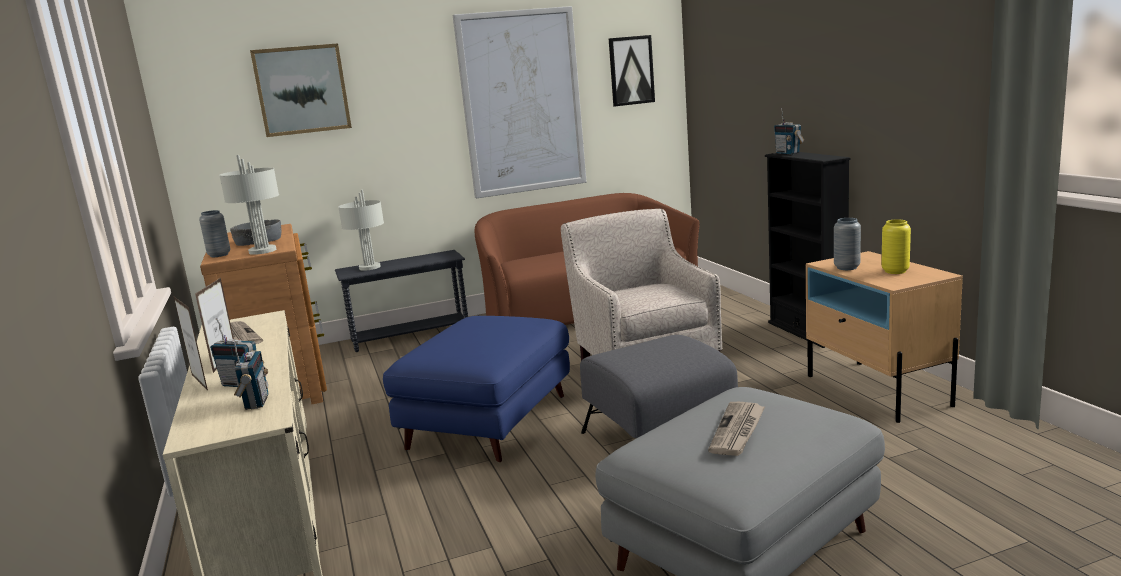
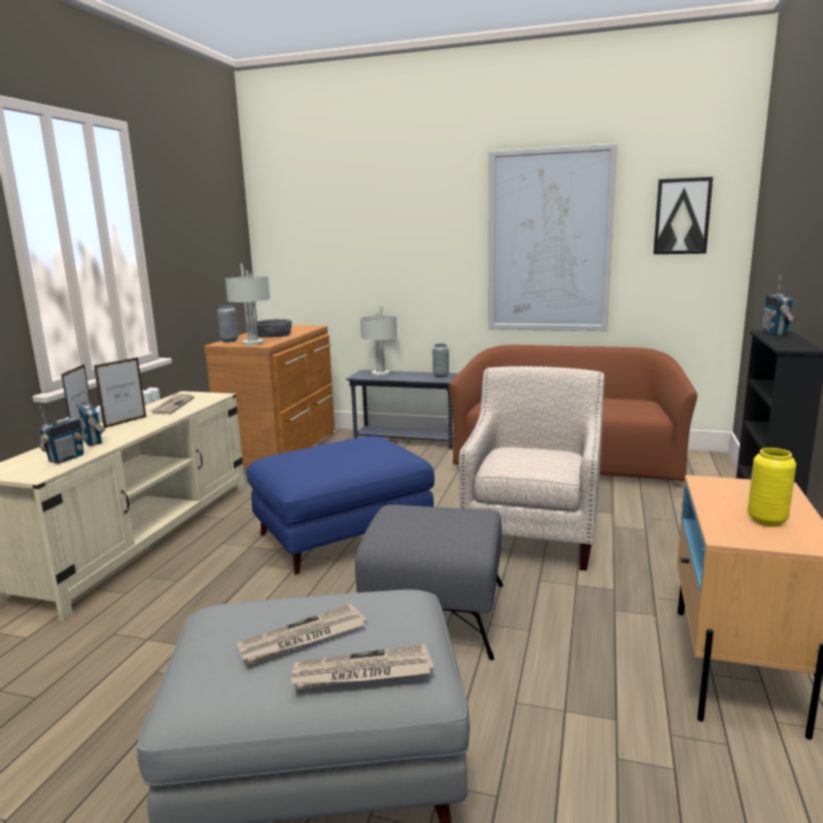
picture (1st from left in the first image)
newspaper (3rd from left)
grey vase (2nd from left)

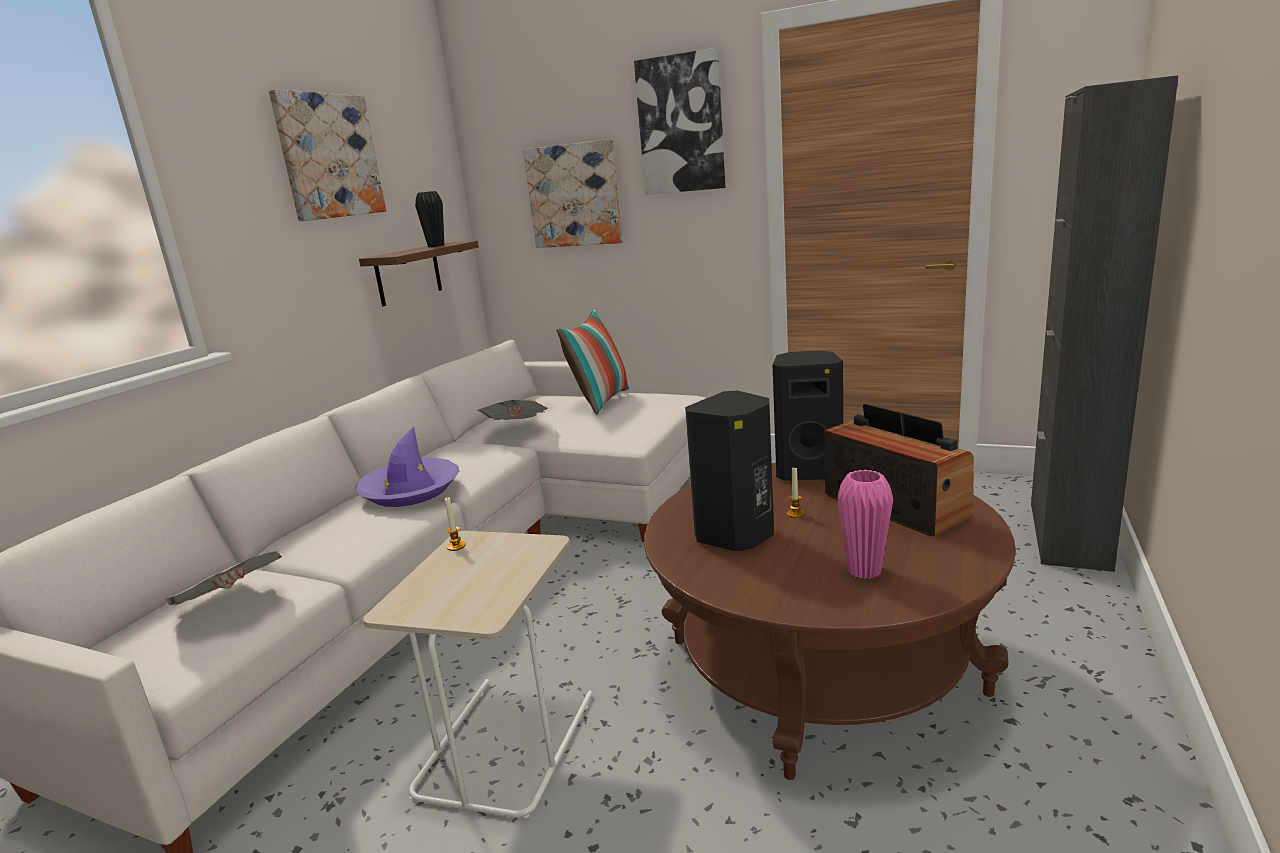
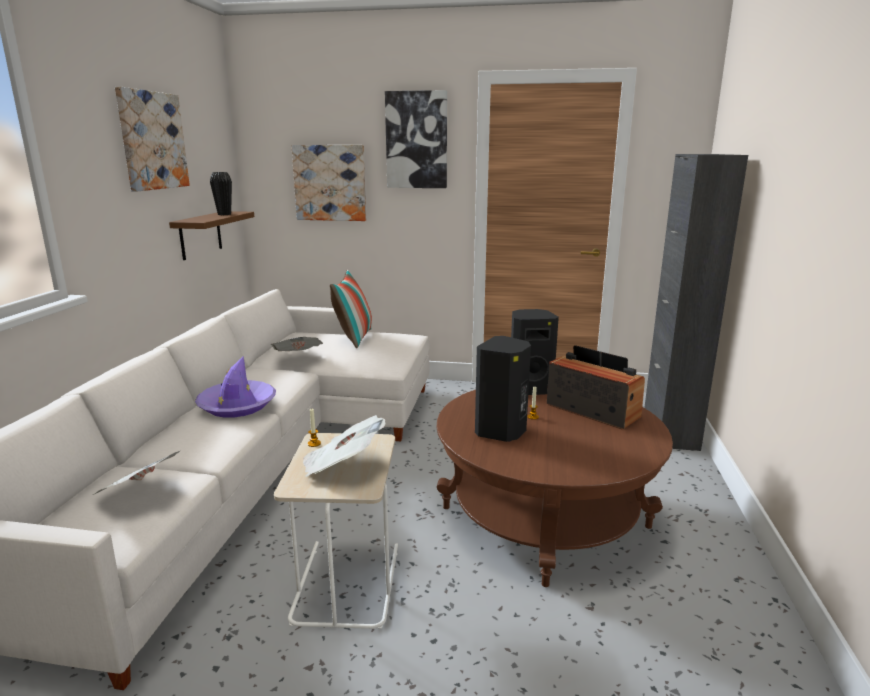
pink vase
newspaper (3rd from left)

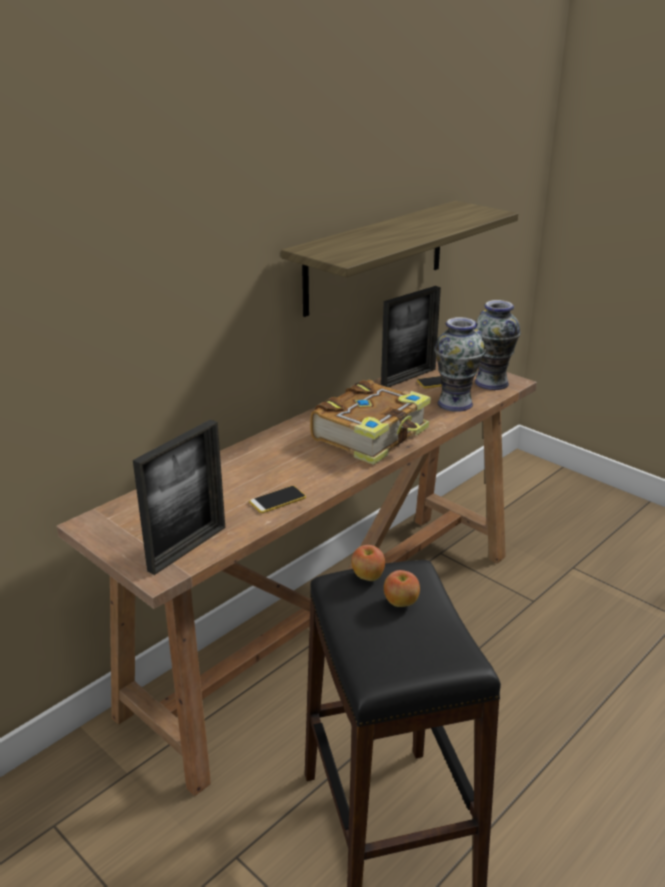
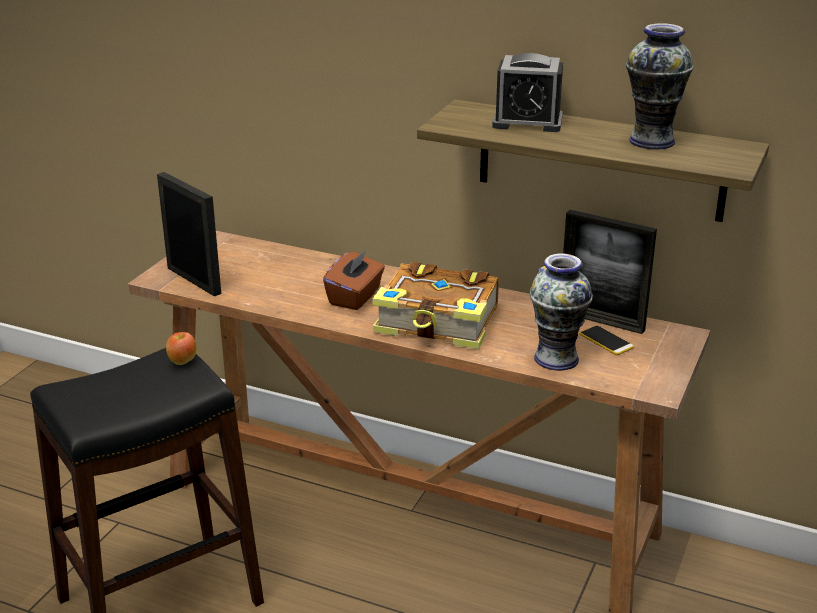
phone (1st from left in the first image)
apple (2nd from left in the first image)
brown tissue box
alarm clock
vase (2nd from left)
picture frame (1st from left)

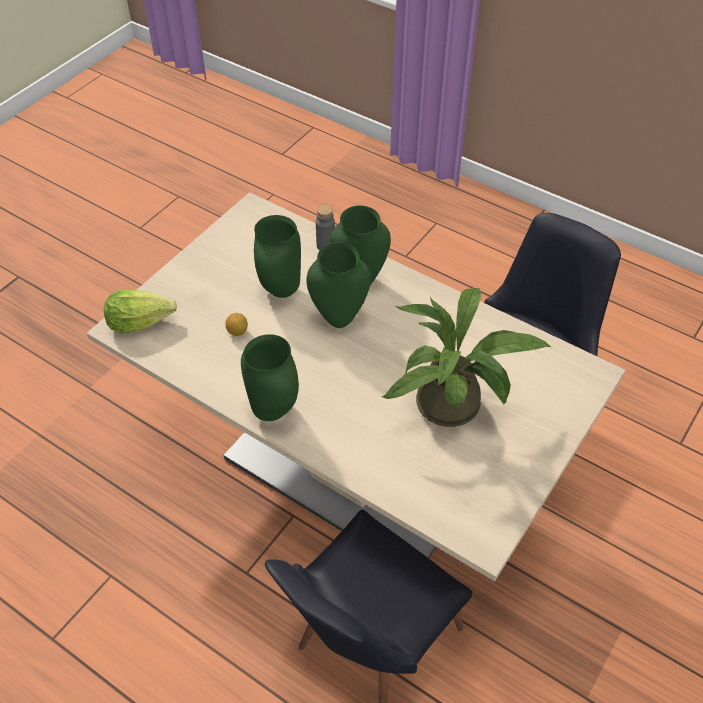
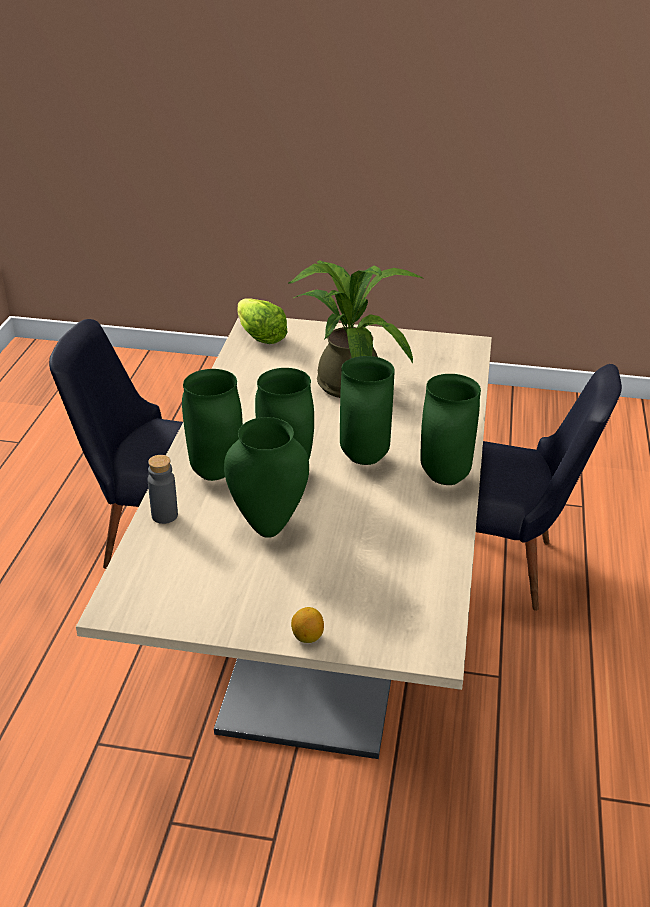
green vase (4th from left)
lettuce
lemon

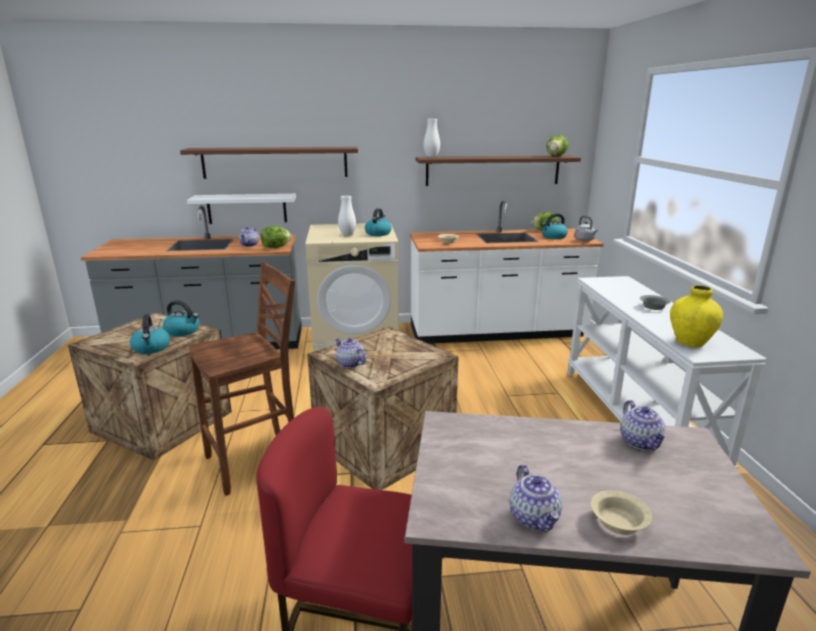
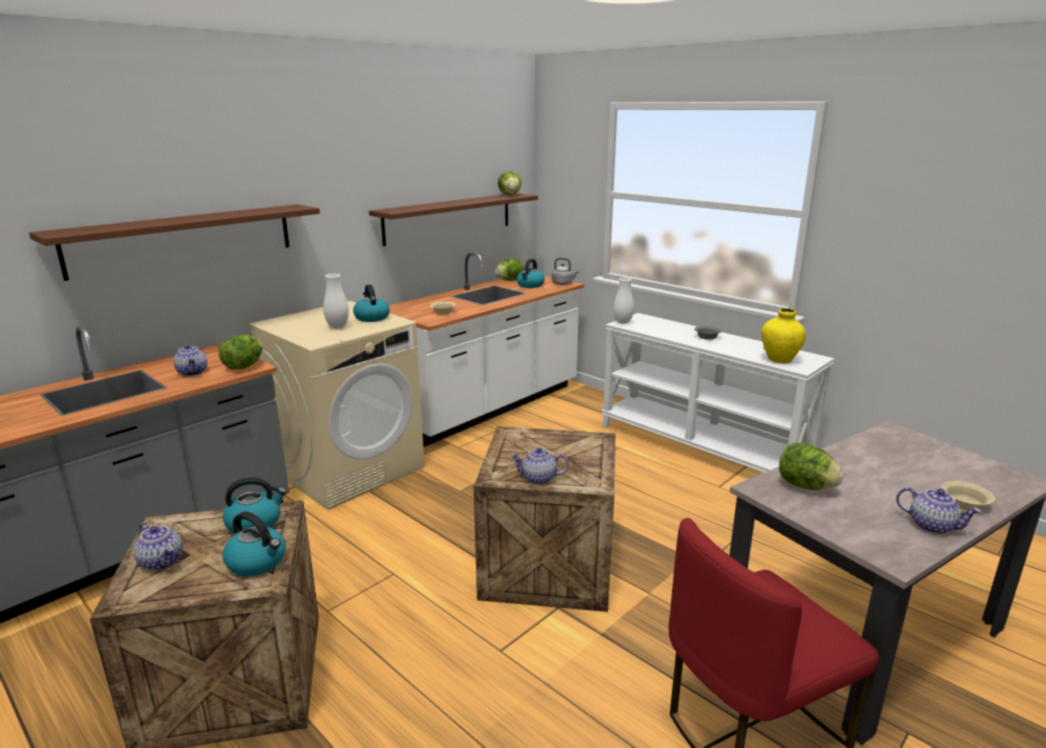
white shelf
brown stool
lettuce (4th from left)
white vase (2nd from left)
teapot (1st from left)

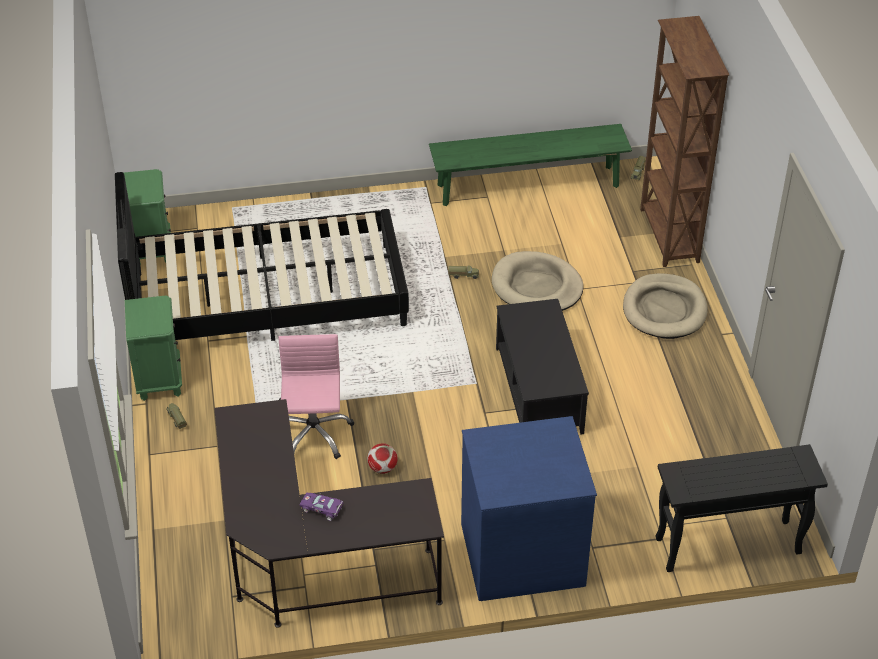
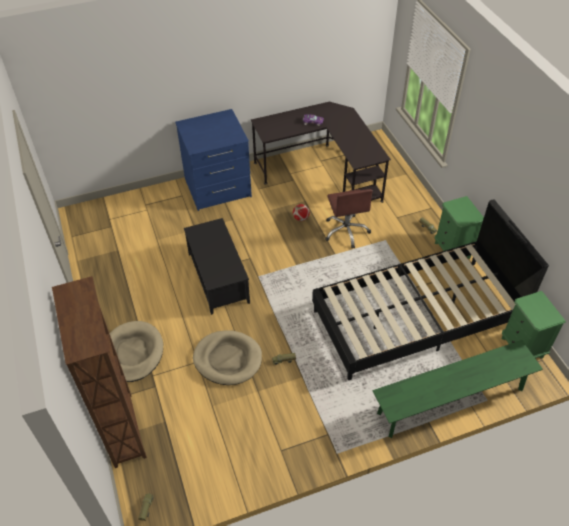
black console table
green bench
brown office chair

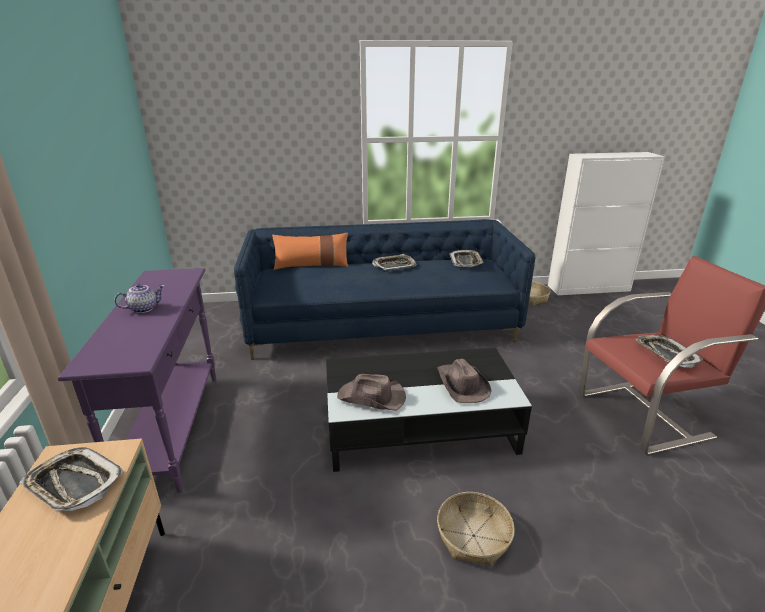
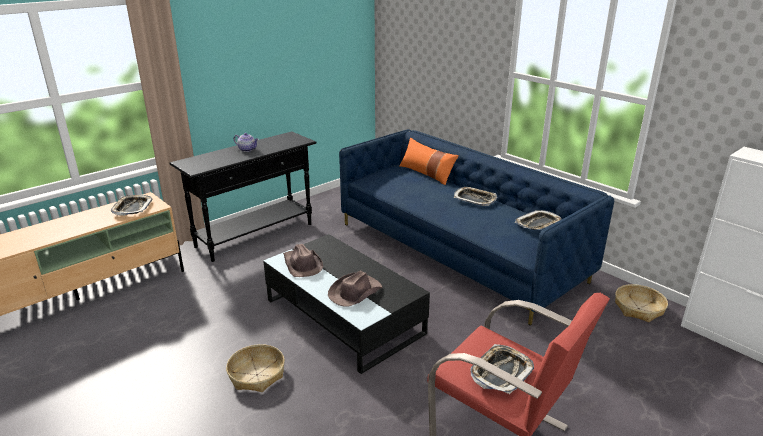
black console table

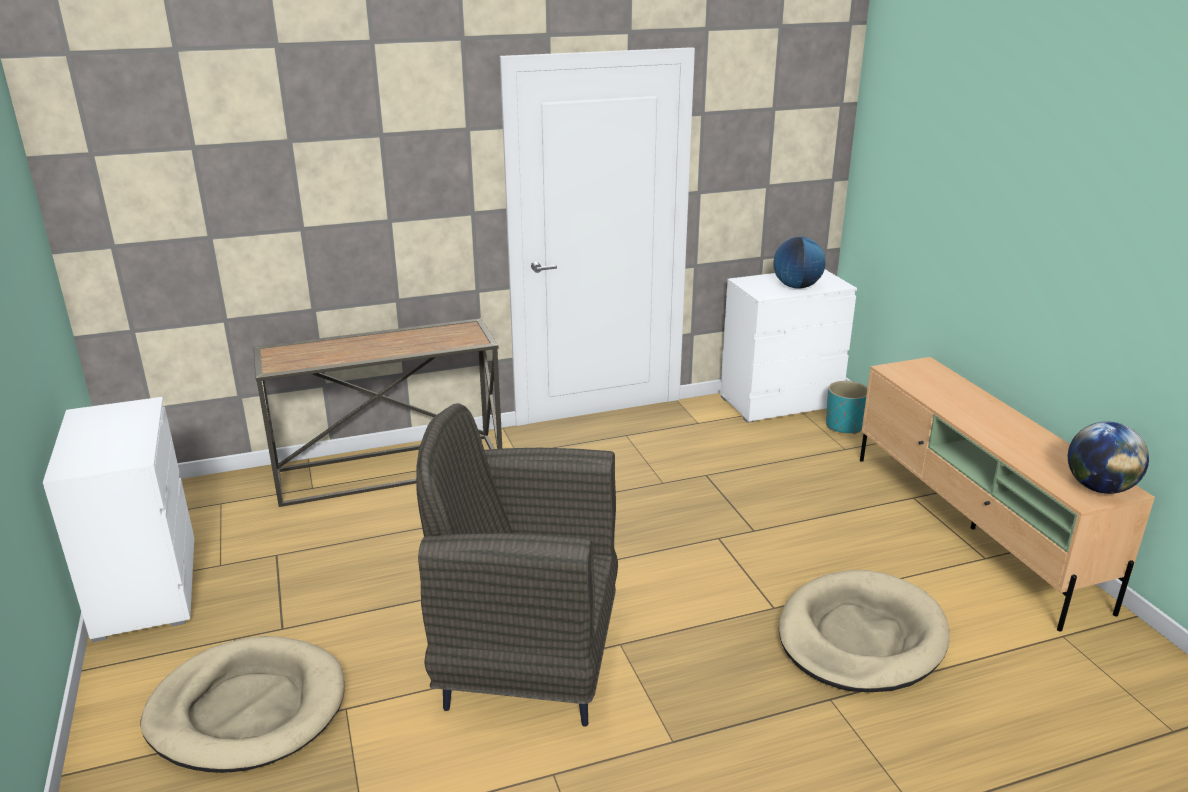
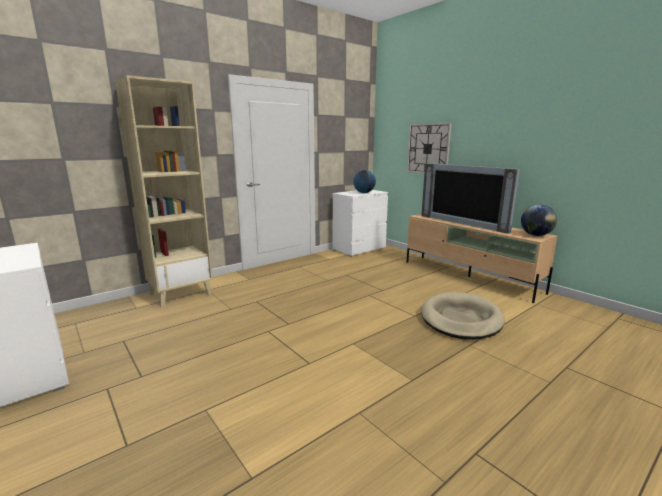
beige dog bed (1st from left in the first image)
grey armchair
turquoise planter
wall clock
television
beige bookcase

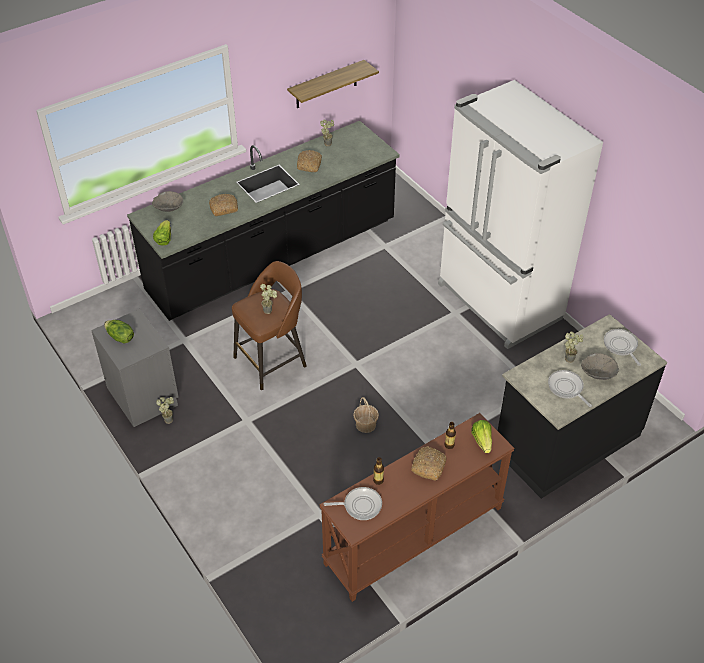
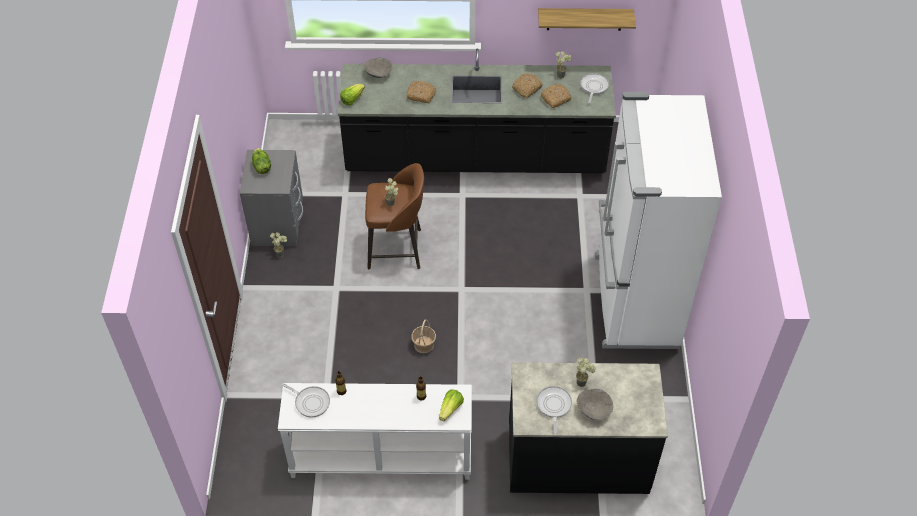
bread (3rd from left)
frying pan (3rd from left)
white console table

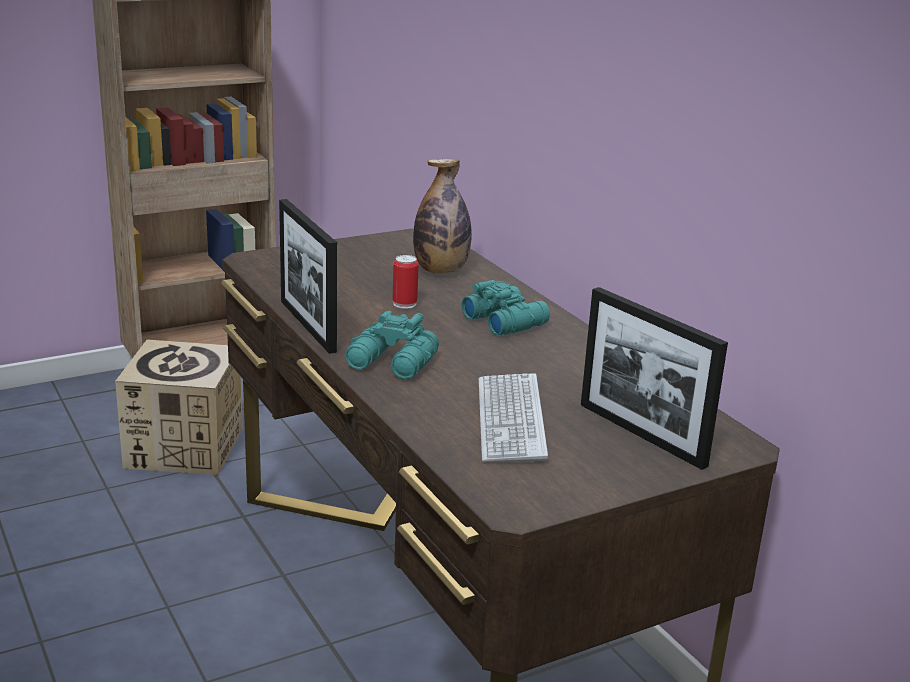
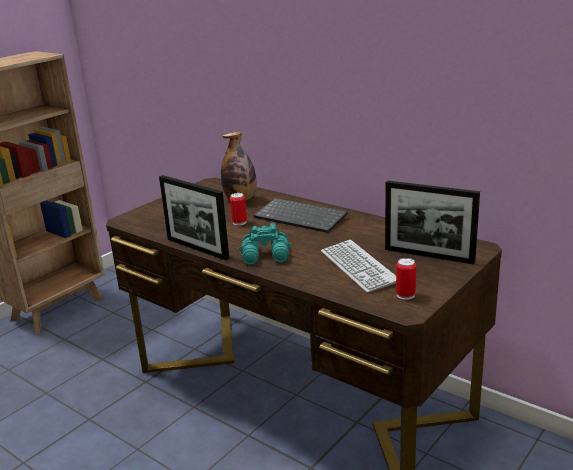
cardboard box
can (2nd from left)
keyboard (1st from left)

